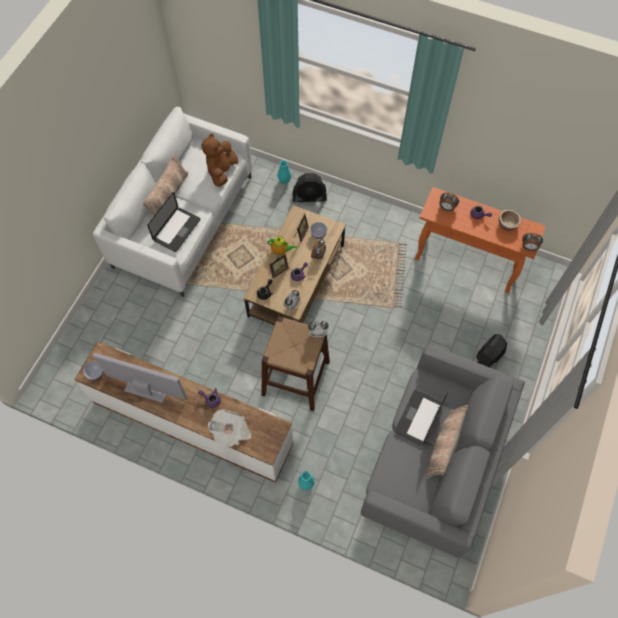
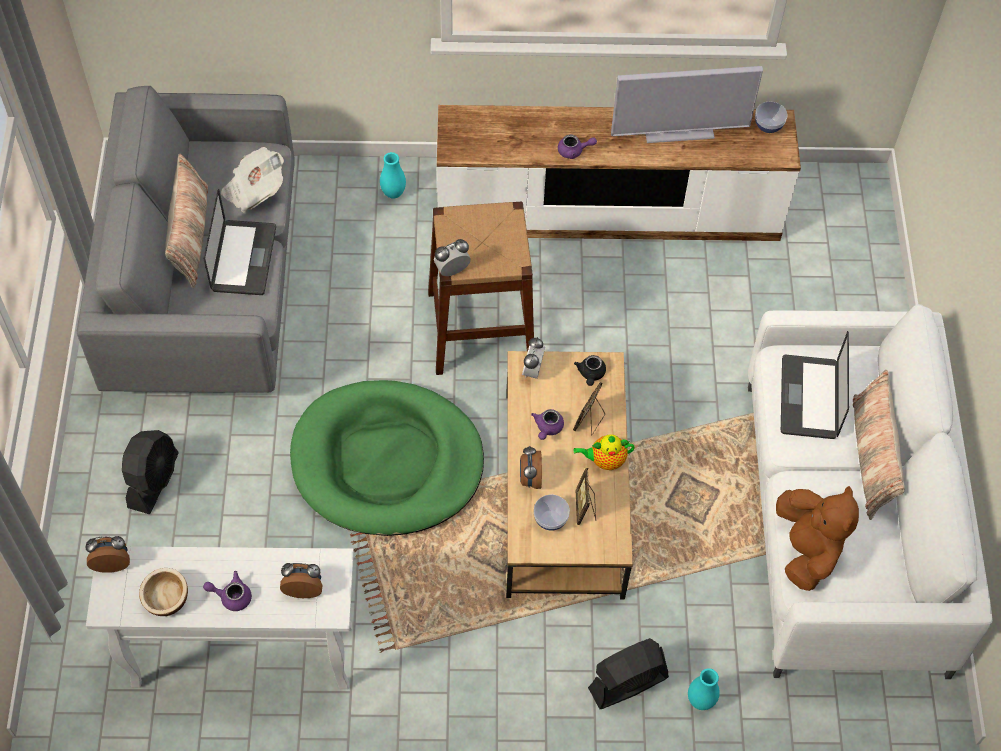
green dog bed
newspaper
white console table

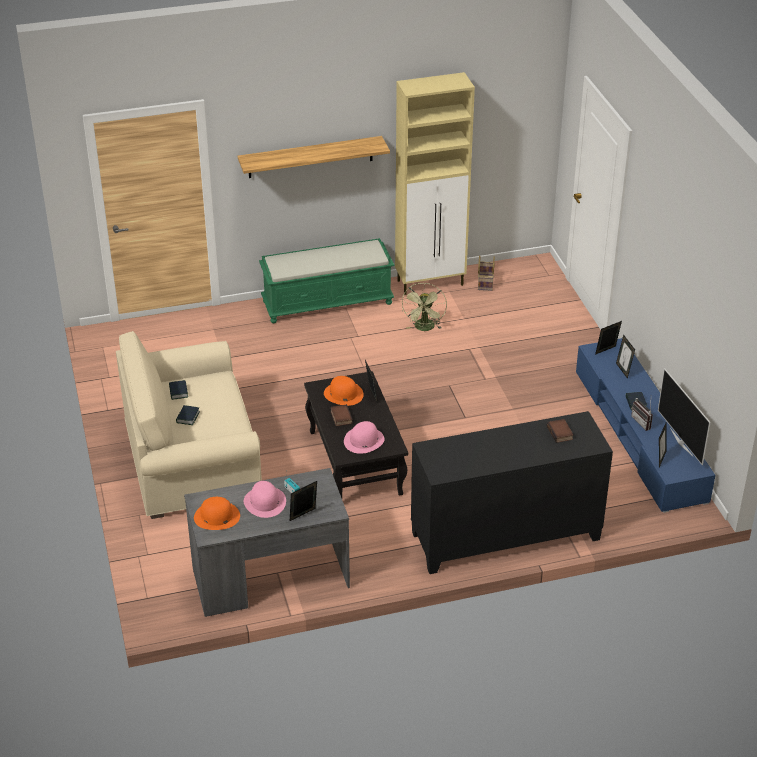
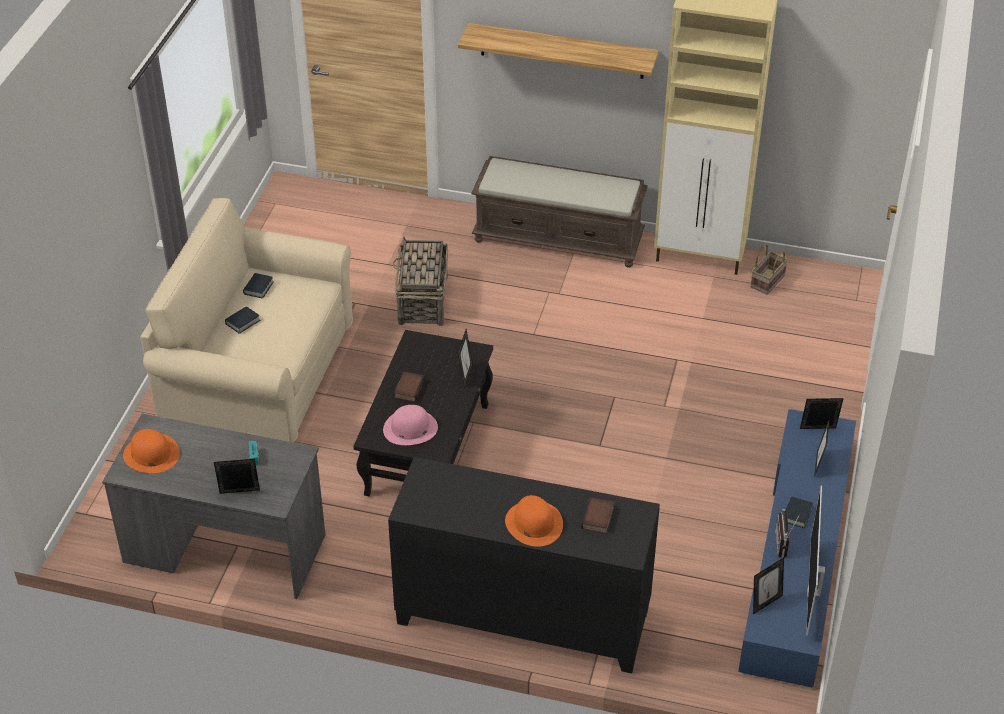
pink hat (1st from left in the first image)
green fan
basket (1st from left)
orange hat (2nd from left)
brown bench

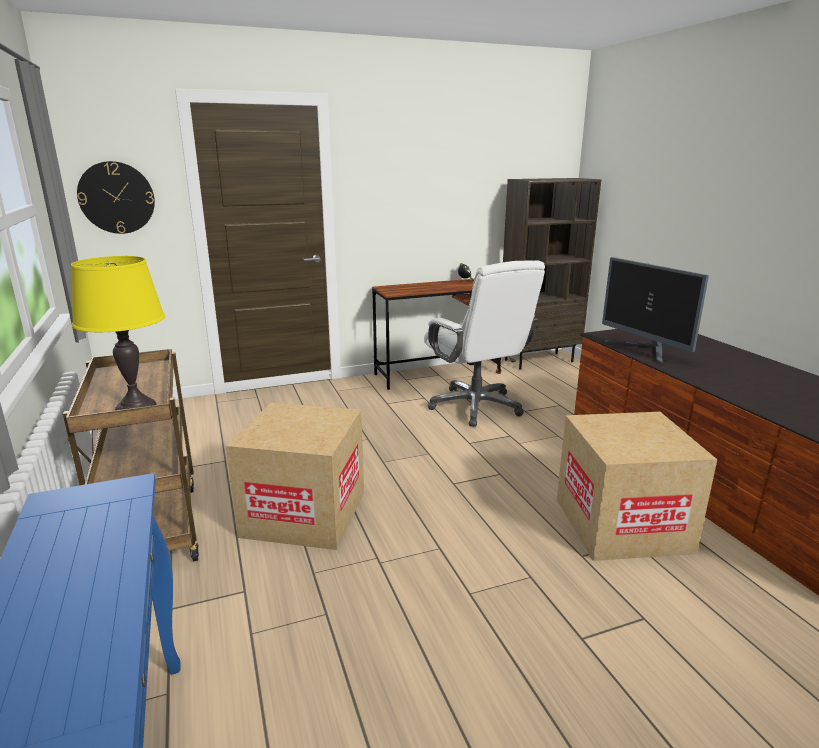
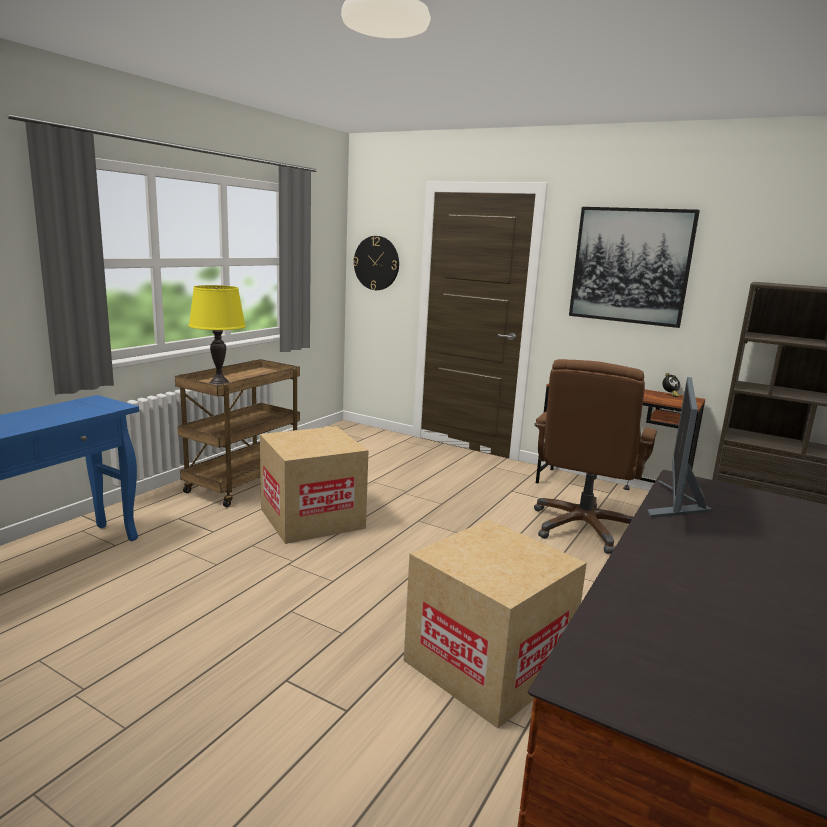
picture
brown office chair

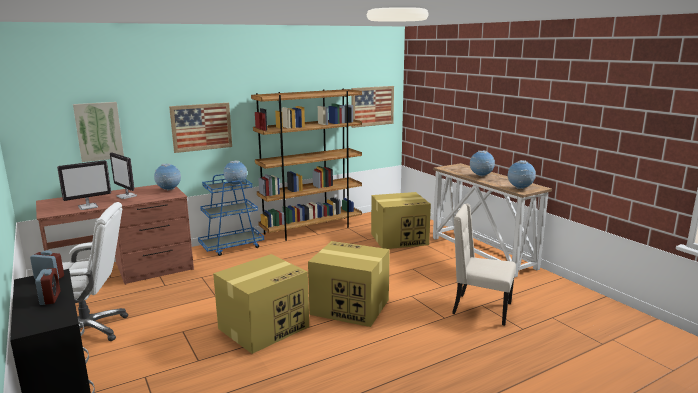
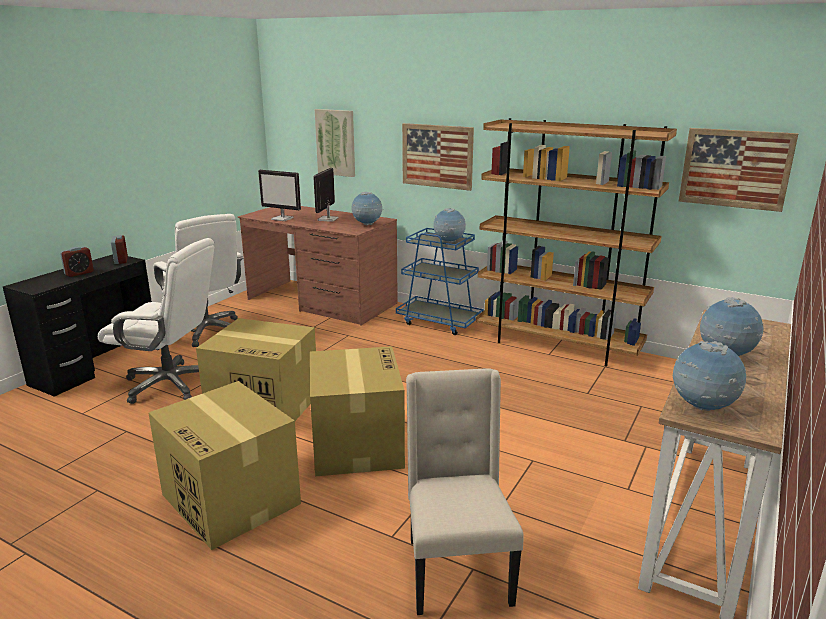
white office chair (1st from left)
cardboard box (1st from left)

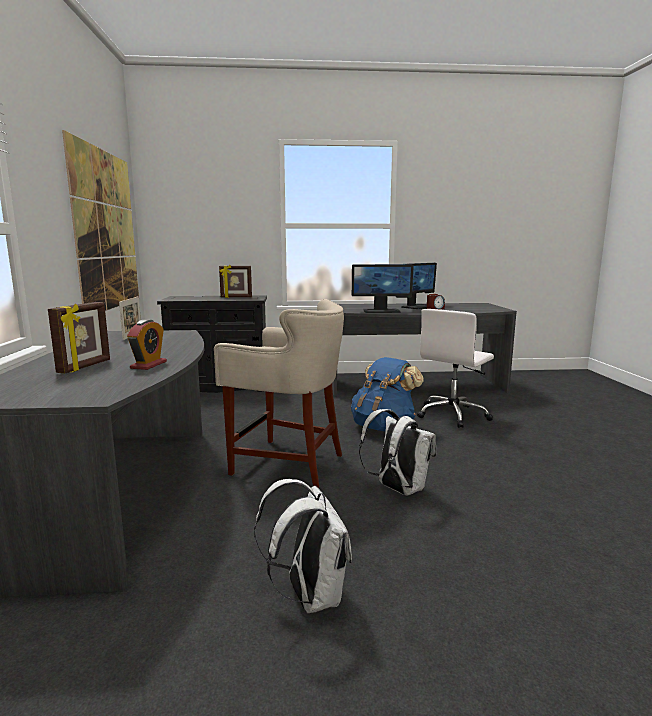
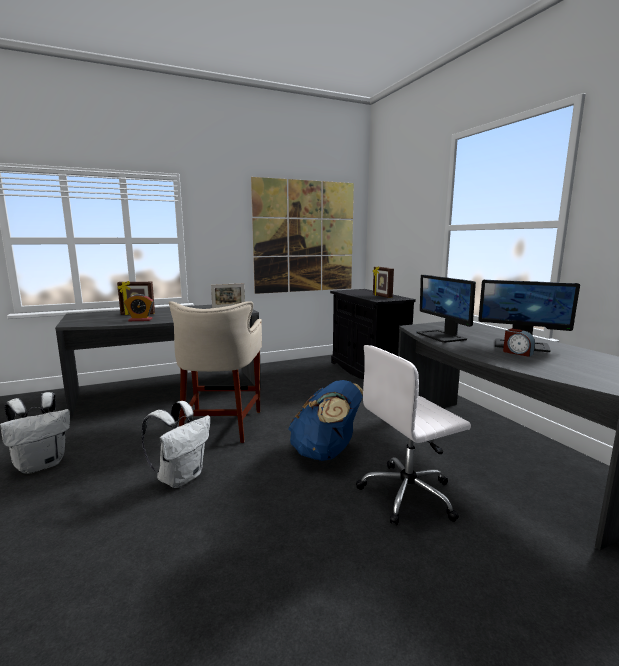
white office chair

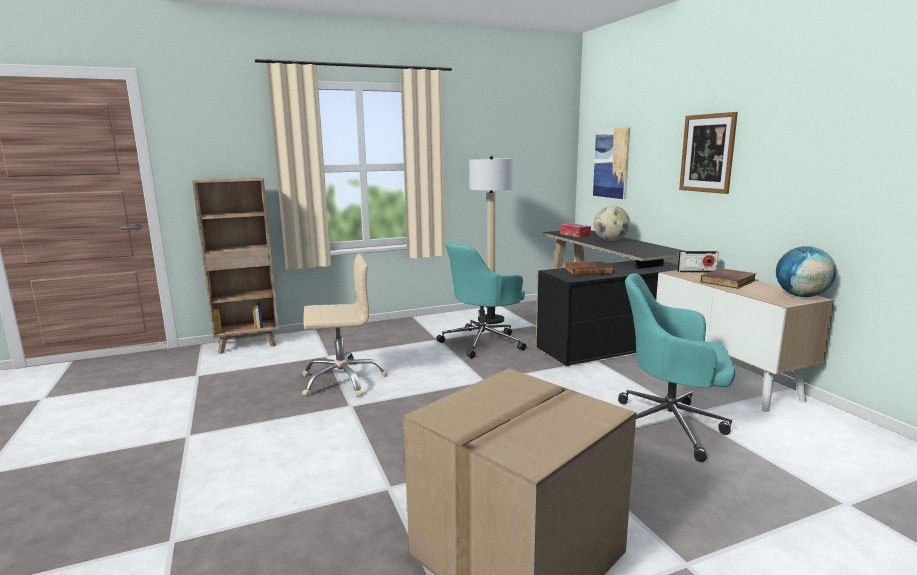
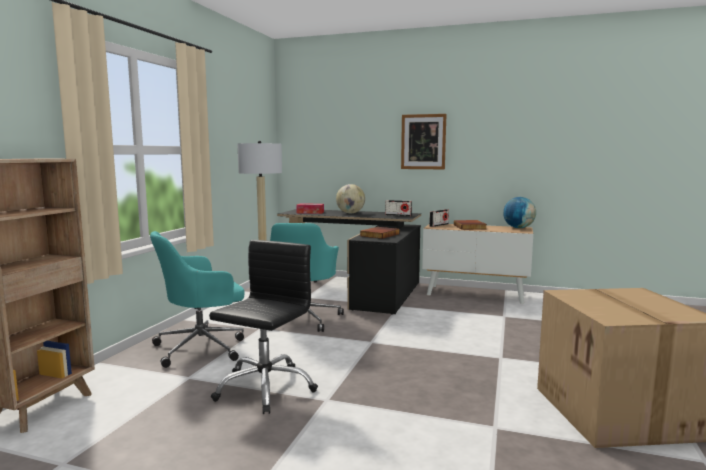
picture (1st from left in the first image)
radio (1st from left)
turquoise office chair (1st from left)
black office chair

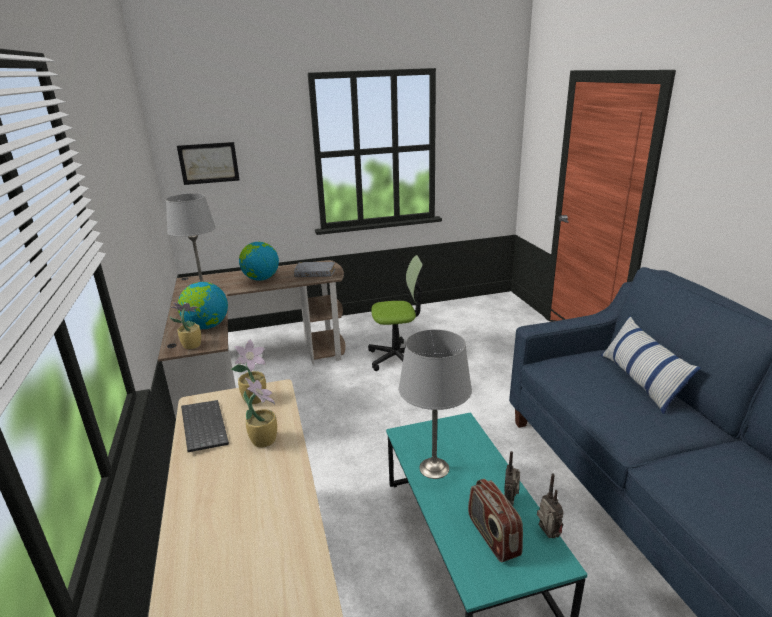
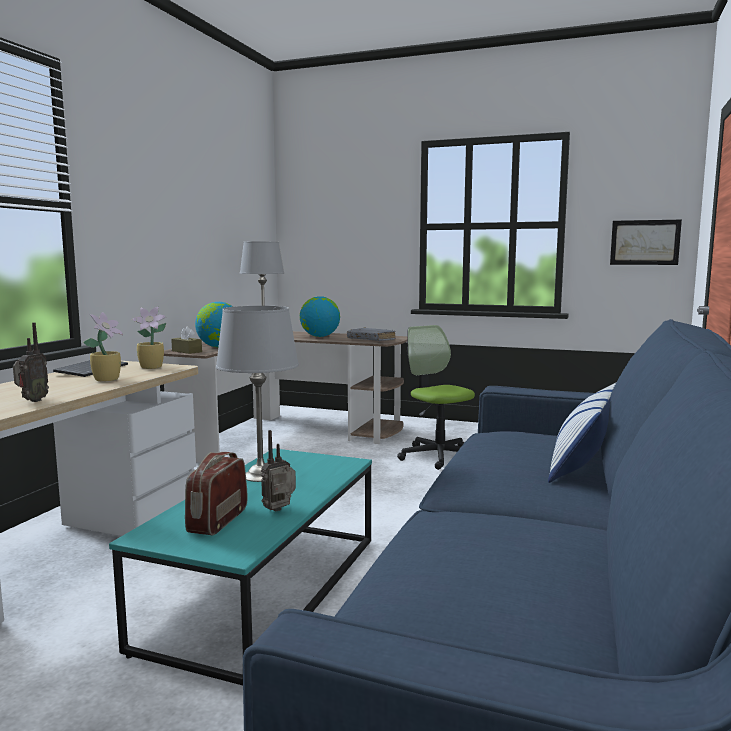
picture
radio (1st from left)
brown tissue box
office chair

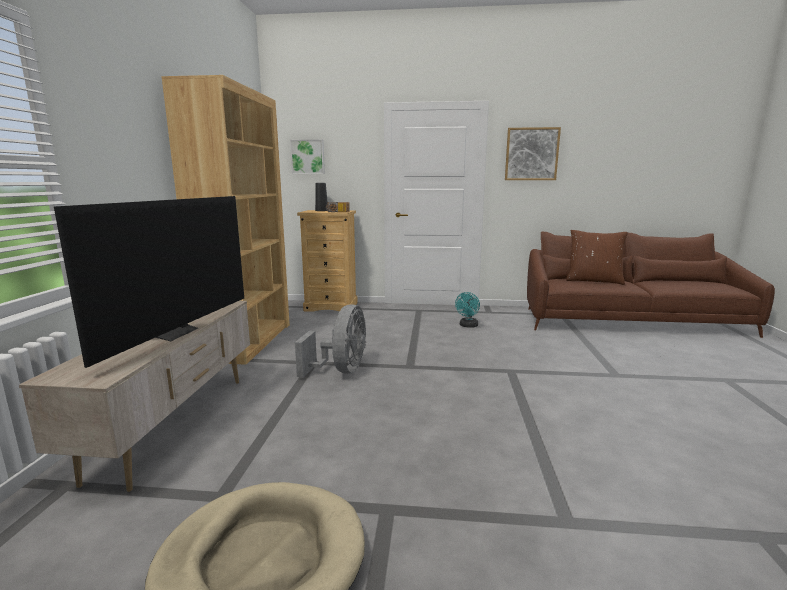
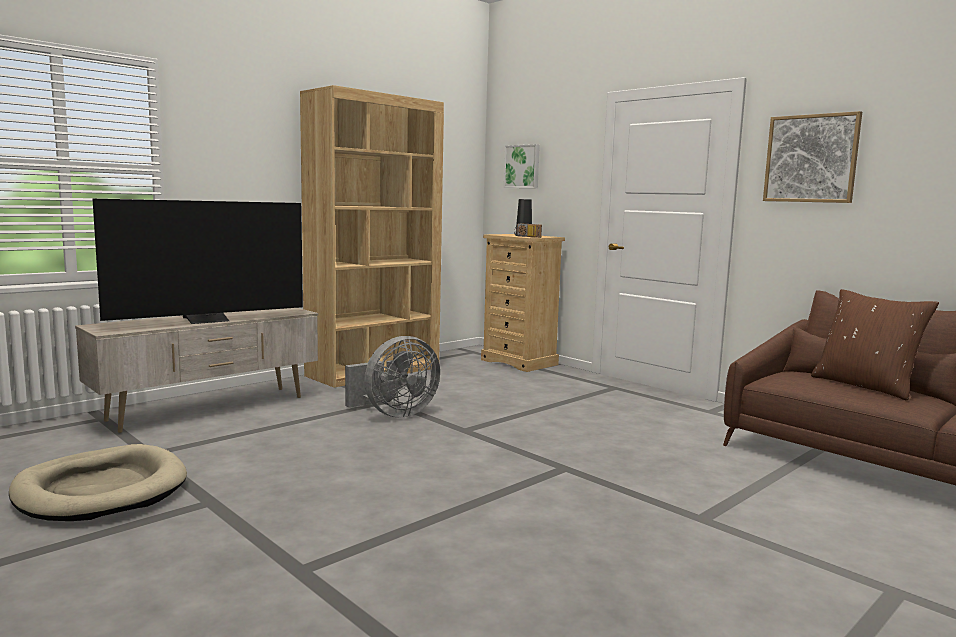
turquoise fan

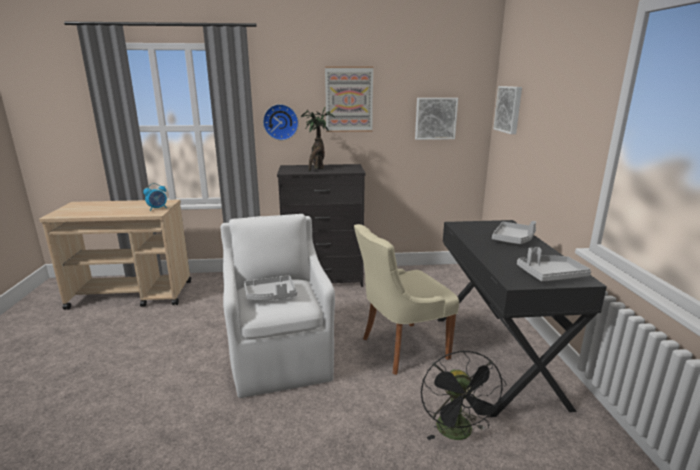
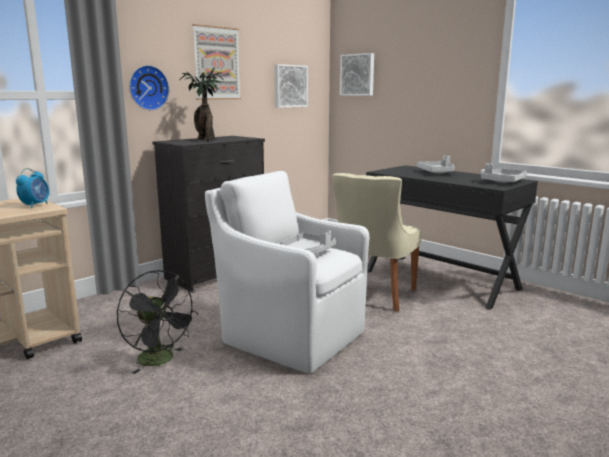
black fan

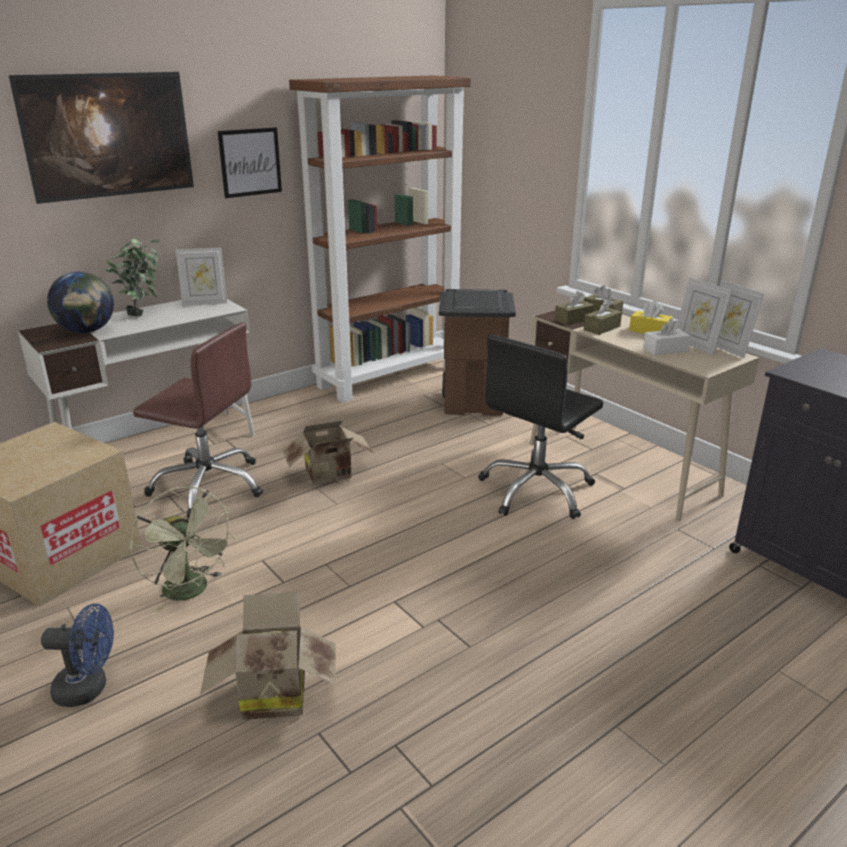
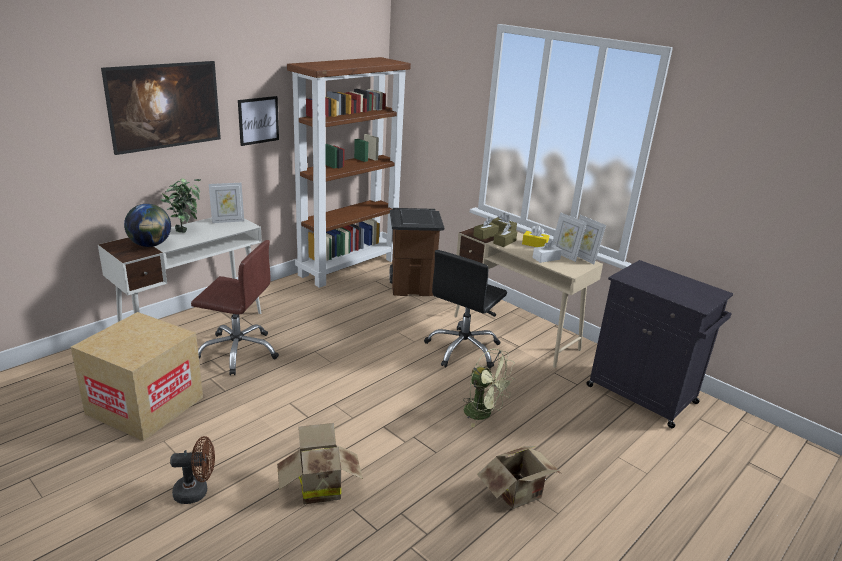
green fan
cardboard box (3rd from left)
brown fan

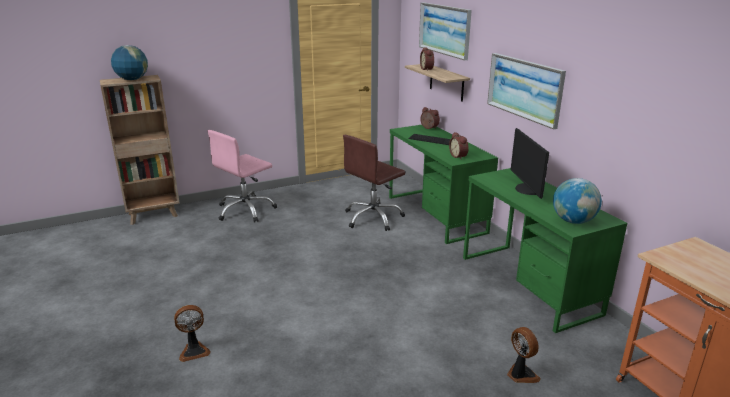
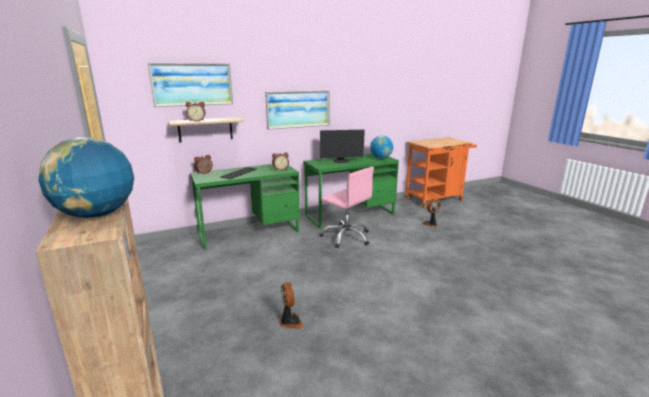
brown office chair
fan (1st from left)
pink office chair

